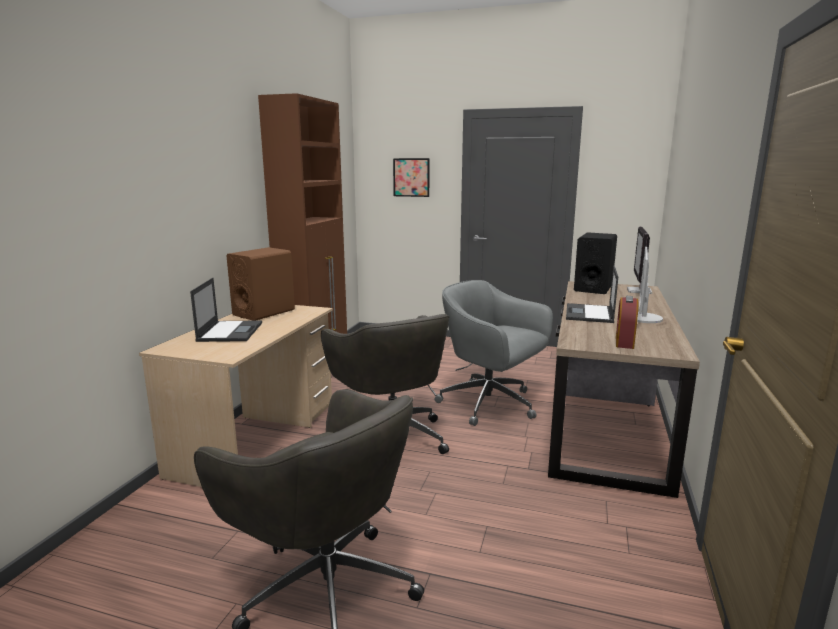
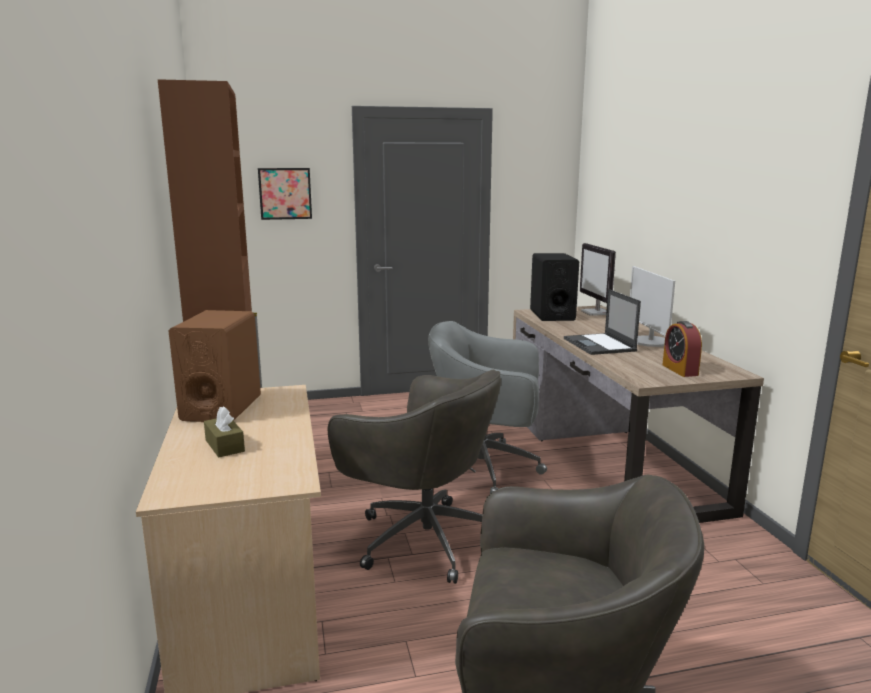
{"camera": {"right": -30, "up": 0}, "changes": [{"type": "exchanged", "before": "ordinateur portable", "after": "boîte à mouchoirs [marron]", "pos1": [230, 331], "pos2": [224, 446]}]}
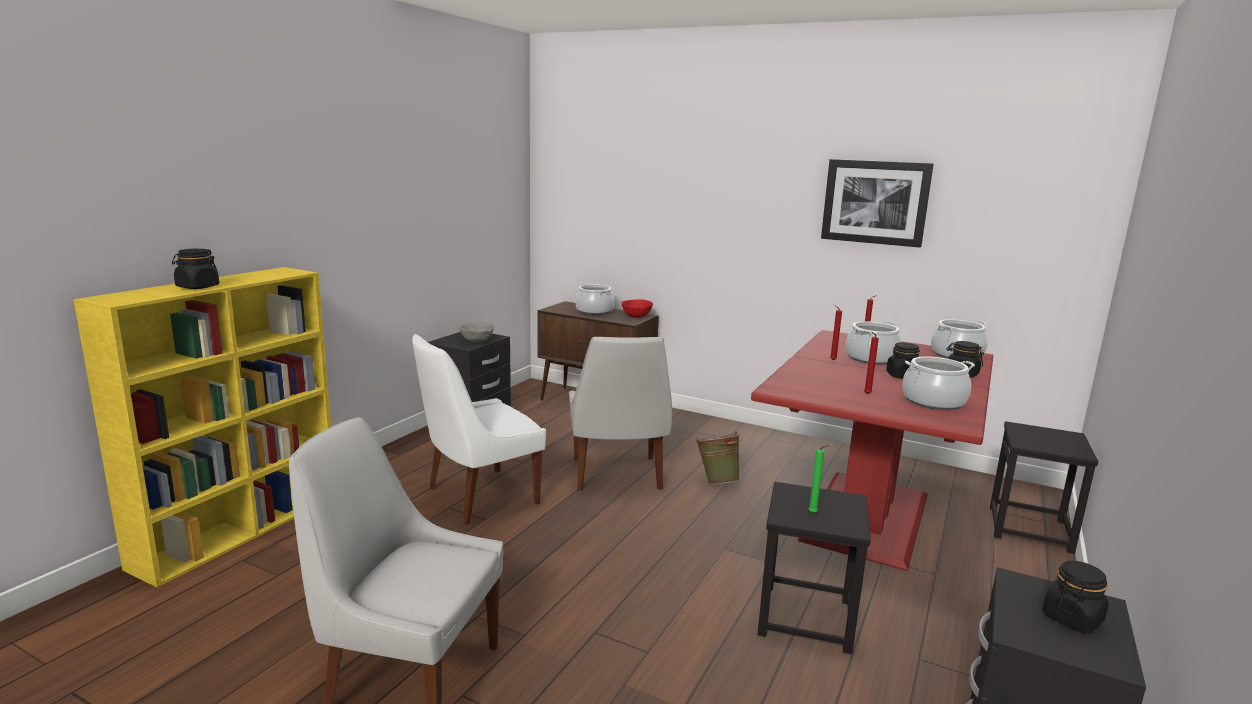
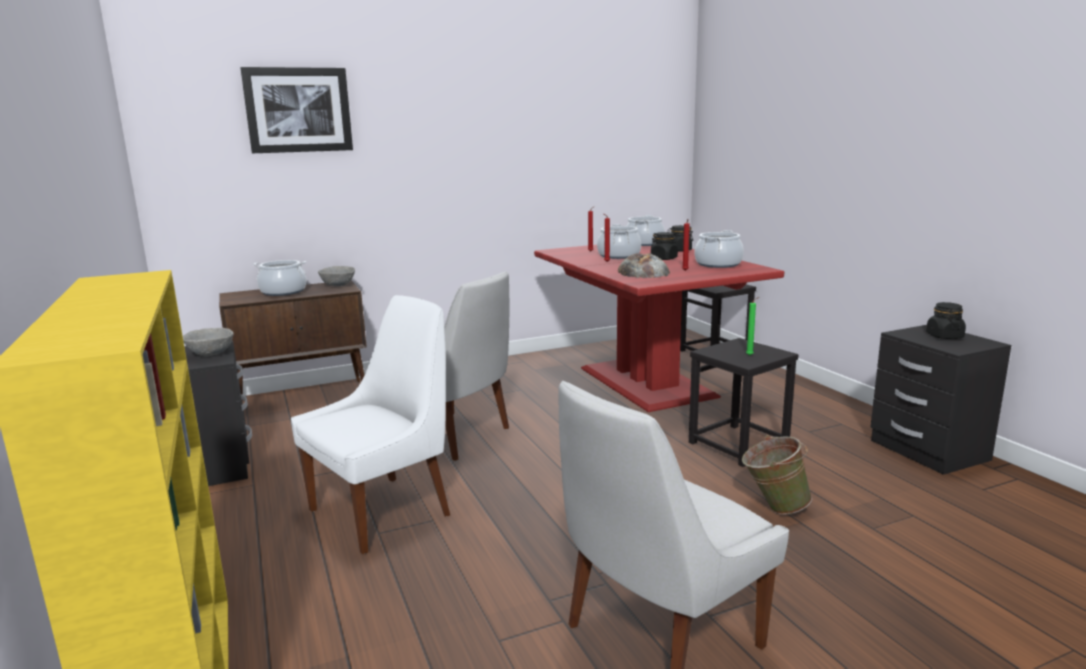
{"camera": {"right": -50, "up": 0}, "changes": [{"type": "relocated", "before": "tableau", "pos1": [875, 202], "pos2": [298, 110]}, {"type": "missing", "before": "bocal [noir]", "pos1": [197, 287]}, {"type": "colour", "before": "bol [rouge]", "after": "bol [gris]", "pos1": [636, 317], "pos2": [338, 285]}, {"type": "spun", "before": "chaise [blanc]", "pos1": [478, 497], "pos2": [385, 511], "turn": -135}, {"type": "relocated", "before": "seau [vert]", "pos1": [717, 481], "pos2": [773, 507]}, {"type": "appeared", "after": "pain", "pos2": [643, 272]}]}
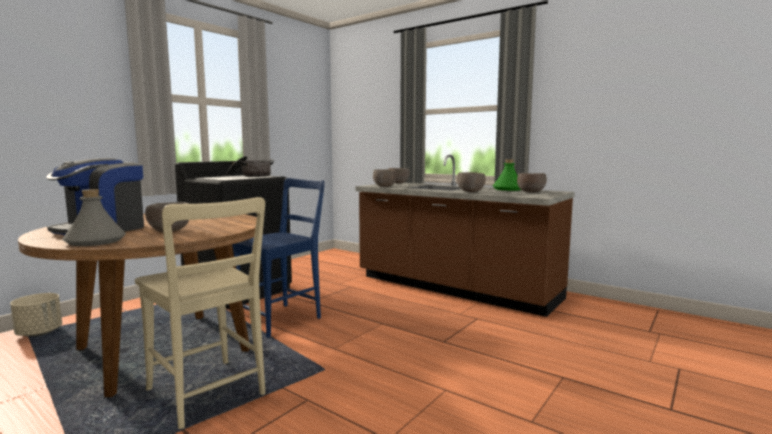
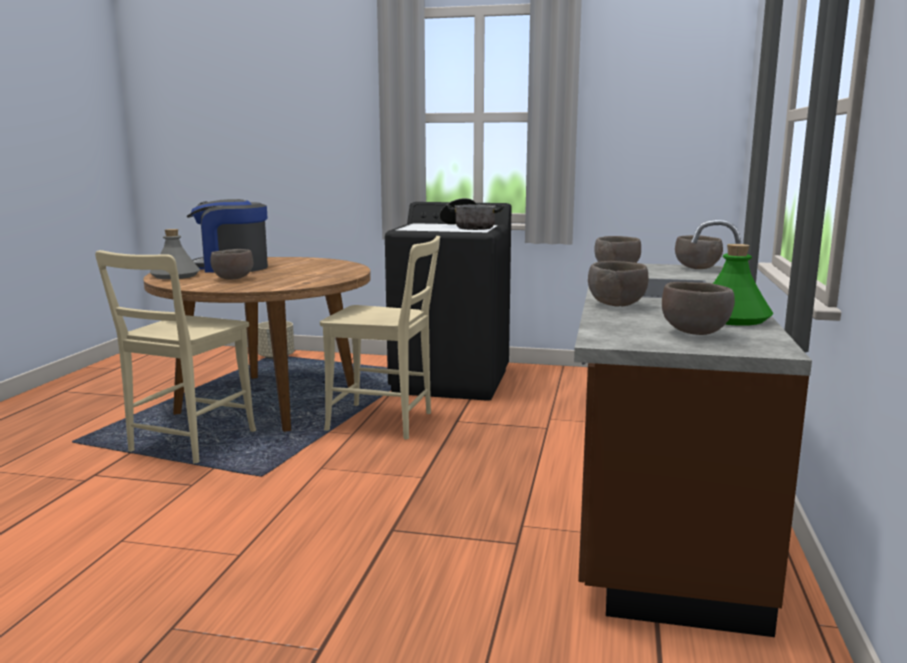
{"camera": {"right": 65, "up": 5}, "changes": [{"type": "colour", "before": "chaise [bleu]", "after": "chaise [beige]", "pos1": [282, 318], "pos2": [385, 422]}]}
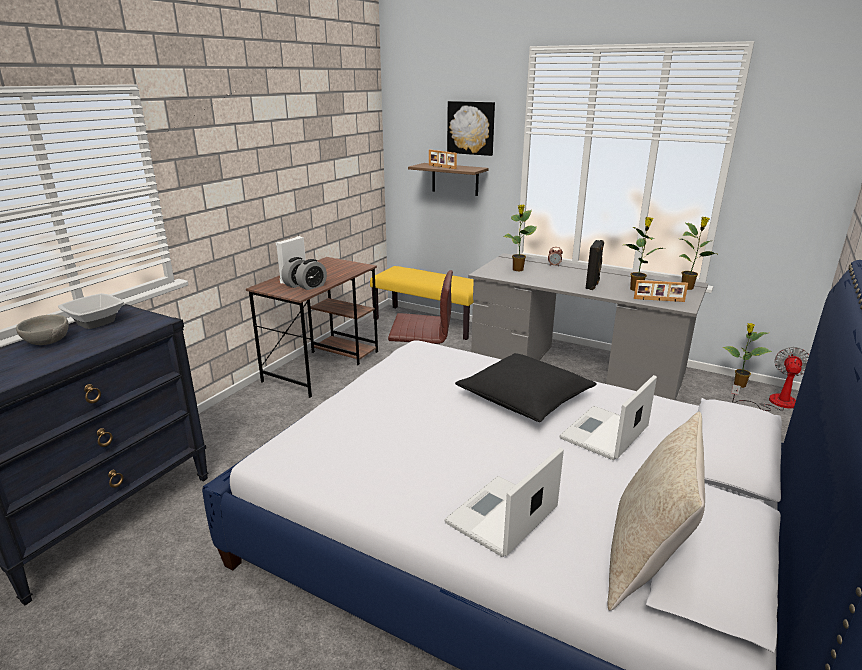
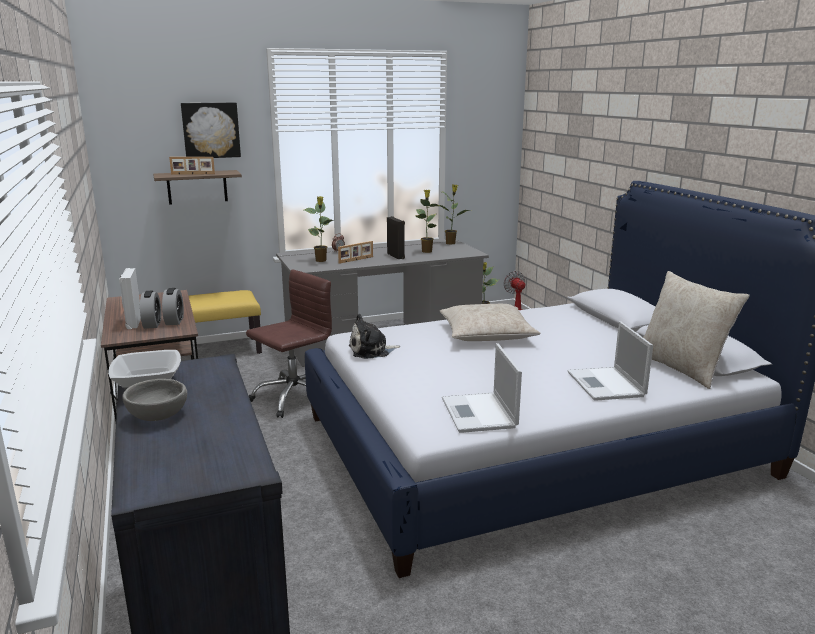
{"camera": {"right": -50, "up": -5}, "changes": [{"type": "relocated", "before": "cadre photo", "pos1": [659, 300], "pos2": [356, 260]}, {"type": "colour", "before": "coussin [noir]", "after": "coussin [beige]", "pos1": [524, 397], "pos2": [486, 334]}, {"type": "relocated", "before": "ordinateur portable", "pos1": [603, 434], "pos2": [479, 414]}, {"type": "appeared", "after": "peluche", "pos2": [371, 351]}]}
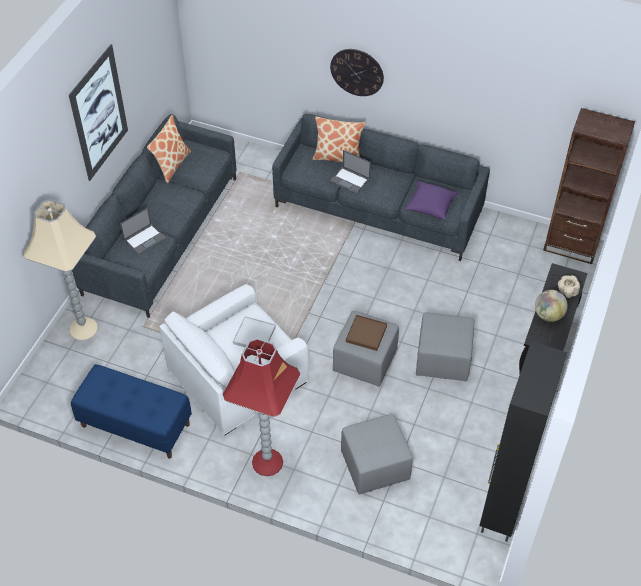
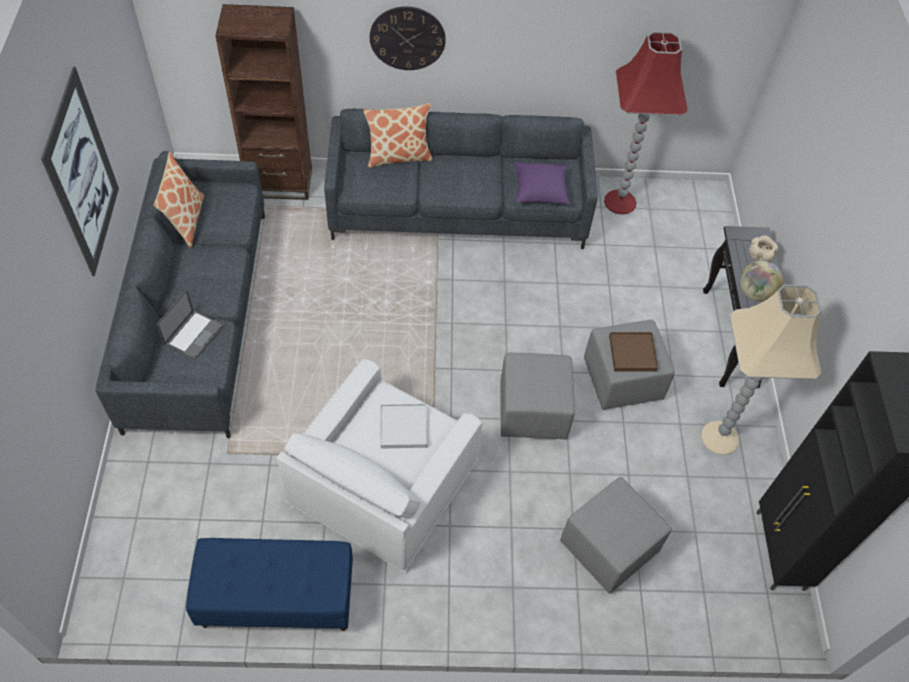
{"camera": {"right": -25, "up": 5}, "changes": [{"type": "relocated", "before": "bibliothèque [marron]", "pos1": [571, 245], "pos2": [280, 183]}, {"type": "missing", "before": "ordinateur portable", "pos1": [350, 180]}, {"type": "relocated", "before": "lampadaire [beige]", "pos1": [83, 328], "pos2": [719, 437]}, {"type": "relocated", "before": "plateau [marron]", "pos1": [366, 334], "pos2": [632, 353]}, {"type": "relocated", "before": "lampadaire [rouge]", "pos1": [268, 462], "pos2": [620, 201]}]}
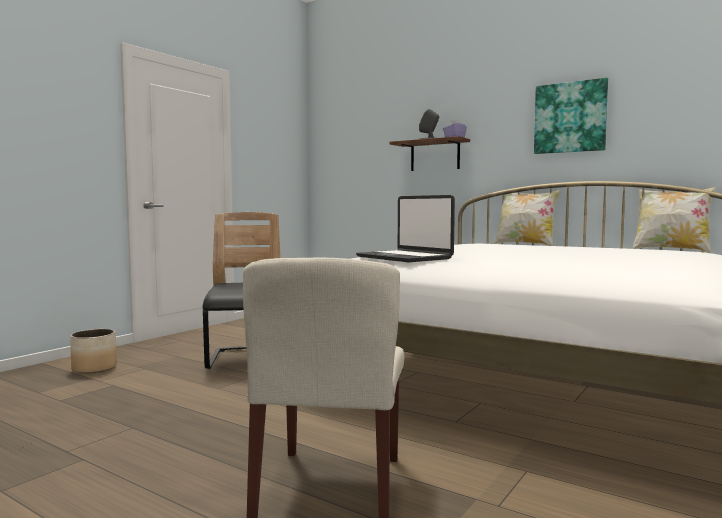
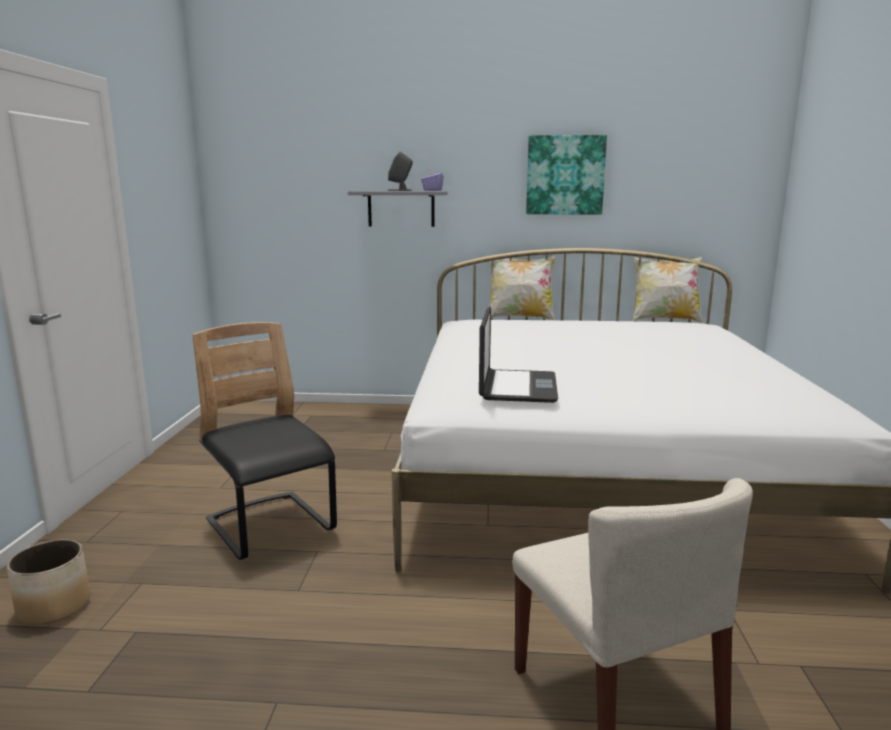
{"camera": {"right": -30, "up": 10}, "changes": [{"type": "colour", "before": "étagère [marron]", "after": "étagère [gris]", "pos1": [435, 155], "pos2": [401, 208]}, {"type": "spun", "before": "ordinateur portable", "pos1": [404, 258], "pos2": [517, 387], "turn": -105}]}
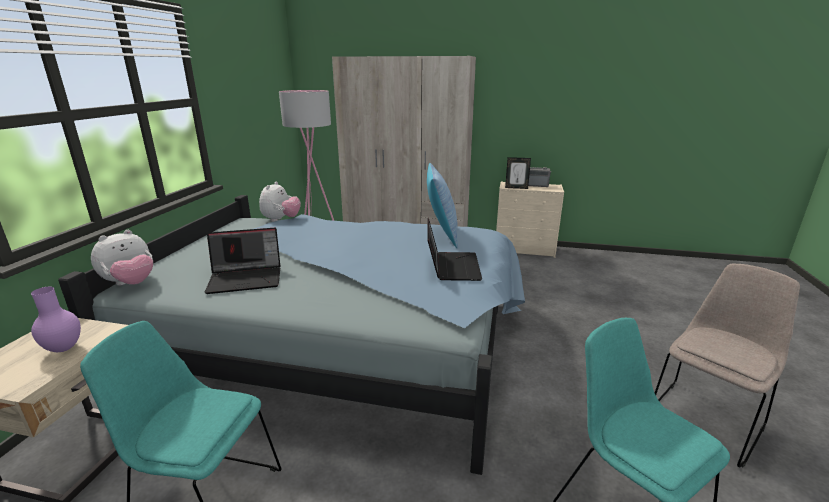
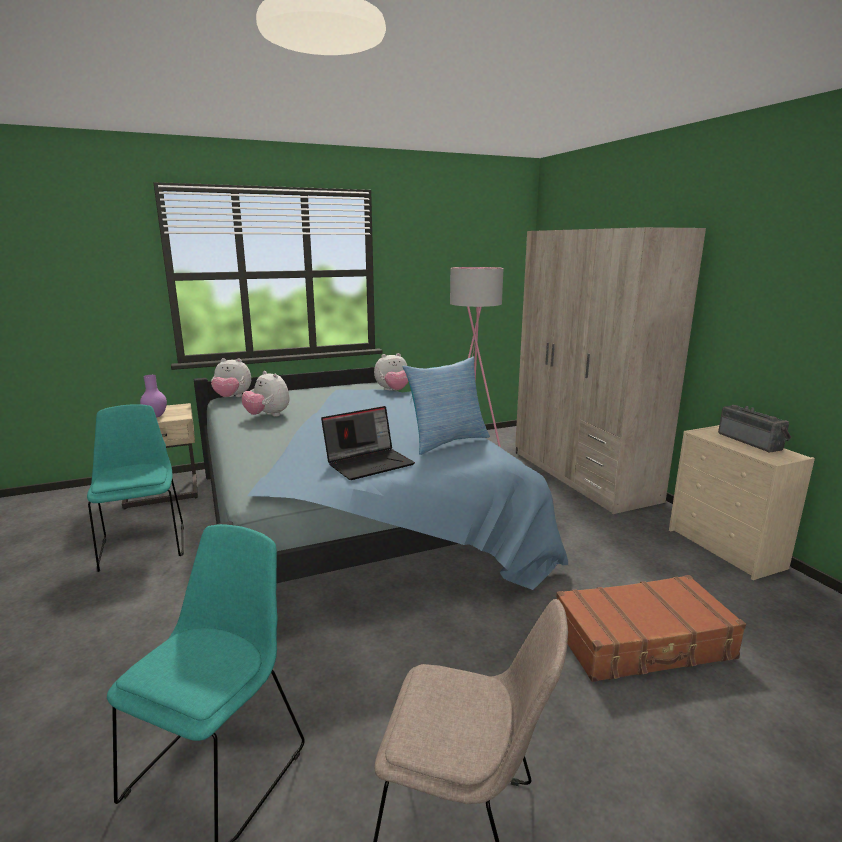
{"camera": {"right": 55, "up": -5}, "changes": [{"type": "missing", "before": "cadre photo", "pos1": [516, 188]}, {"type": "exchanged", "before": "ordinateur portable", "after": "peluche", "pos1": [246, 278], "pos2": [268, 416]}, {"type": "appeared", "after": "valise [marron]", "pos2": [643, 642]}]}
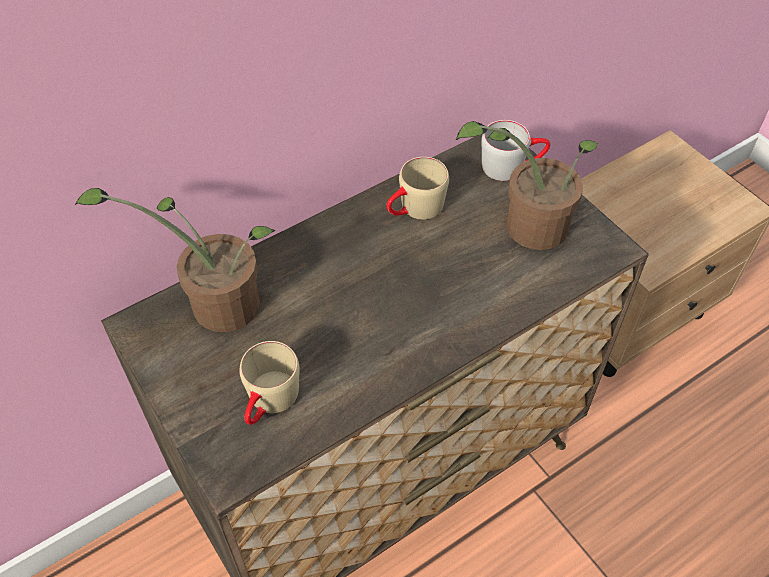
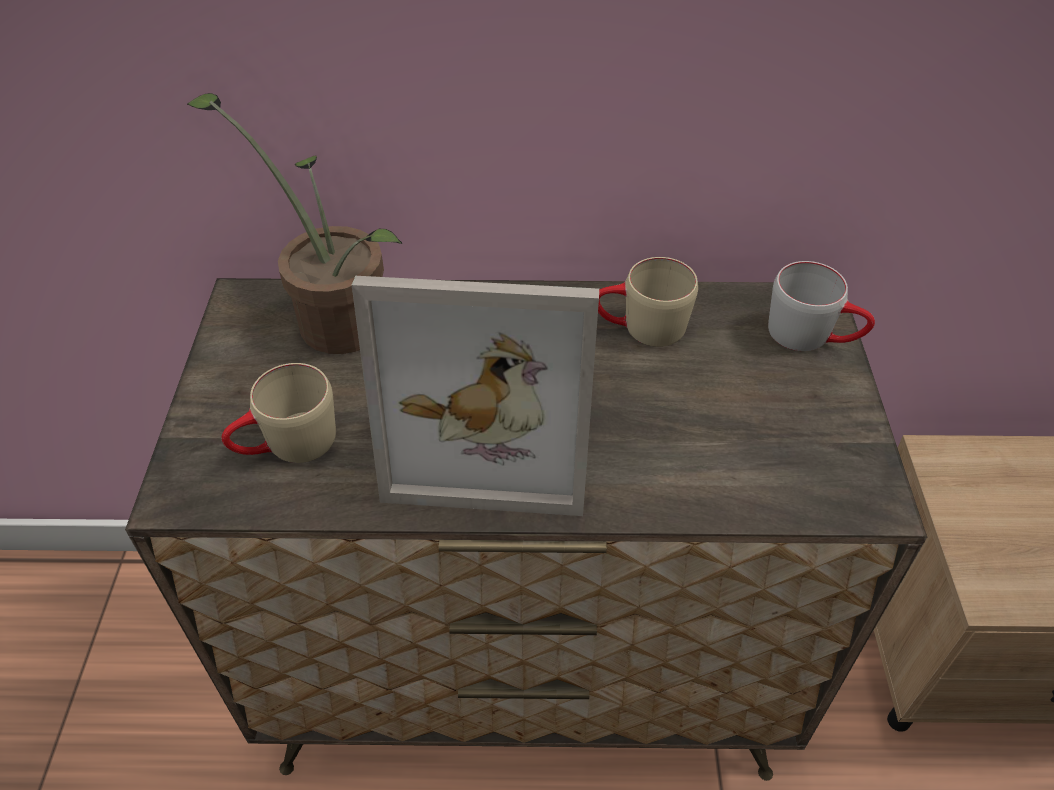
{"camera": {"right": 35, "up": -5}, "changes": [{"type": "missing", "before": "plante en pot", "pos1": [526, 226]}, {"type": "appeared", "after": "cadre photo", "pos2": [491, 433]}]}
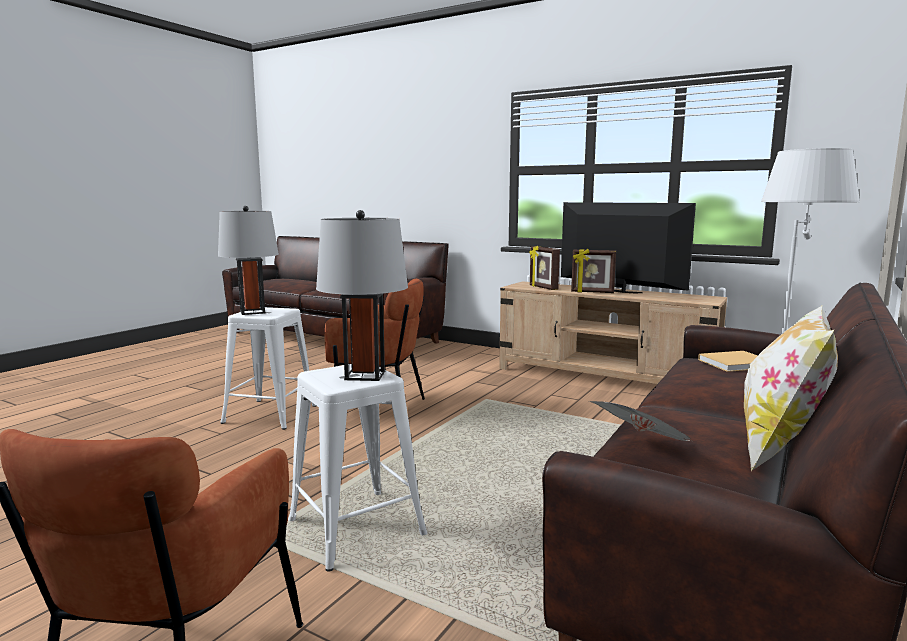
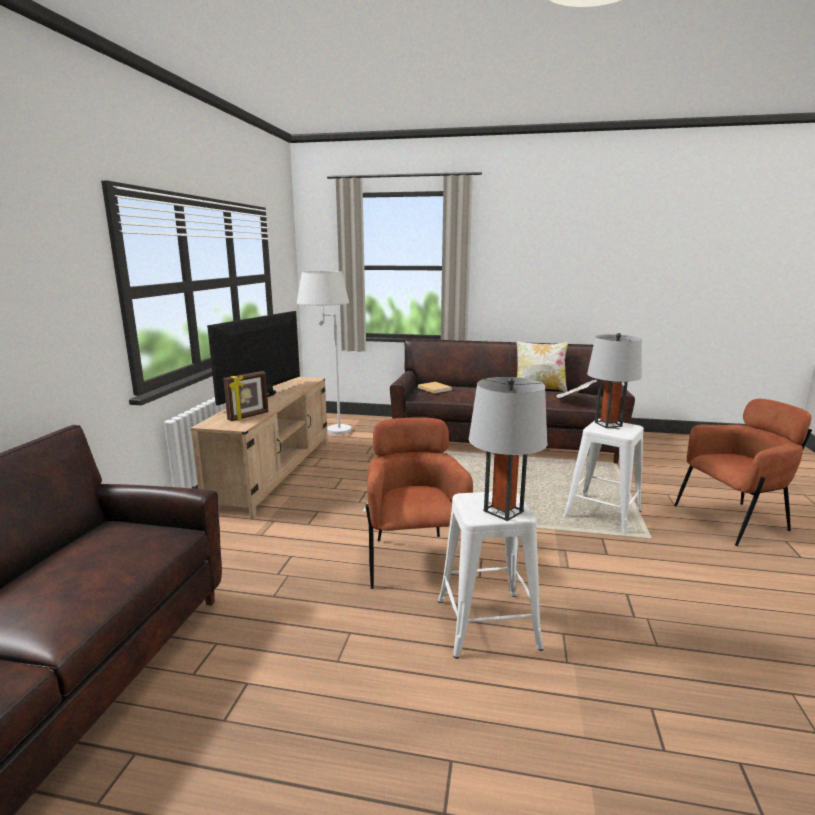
{"camera": {"right": -110, "up": 5}, "changes": [{"type": "missing", "before": "cadre photo", "pos1": [592, 292]}]}
